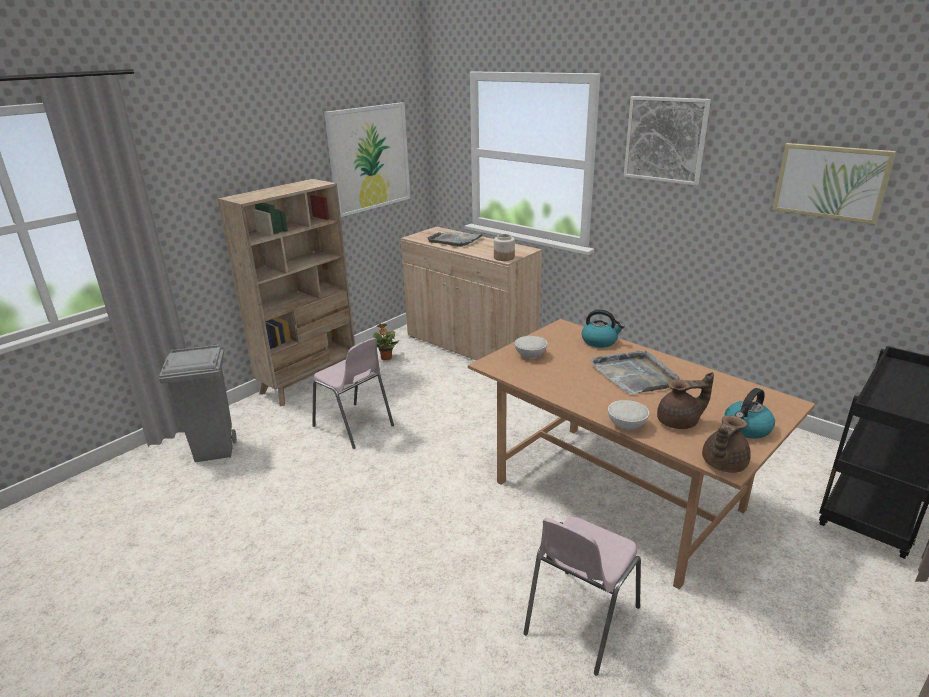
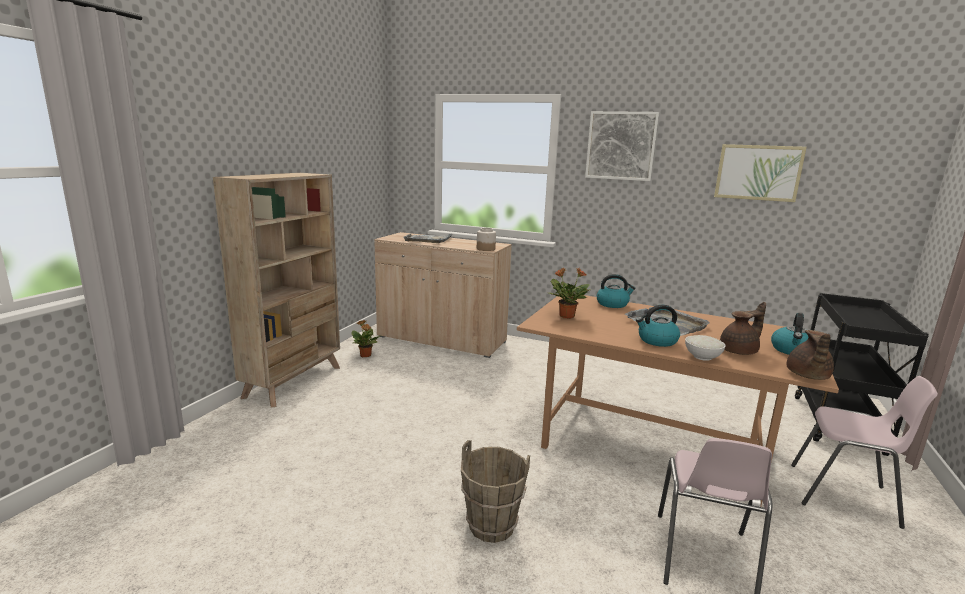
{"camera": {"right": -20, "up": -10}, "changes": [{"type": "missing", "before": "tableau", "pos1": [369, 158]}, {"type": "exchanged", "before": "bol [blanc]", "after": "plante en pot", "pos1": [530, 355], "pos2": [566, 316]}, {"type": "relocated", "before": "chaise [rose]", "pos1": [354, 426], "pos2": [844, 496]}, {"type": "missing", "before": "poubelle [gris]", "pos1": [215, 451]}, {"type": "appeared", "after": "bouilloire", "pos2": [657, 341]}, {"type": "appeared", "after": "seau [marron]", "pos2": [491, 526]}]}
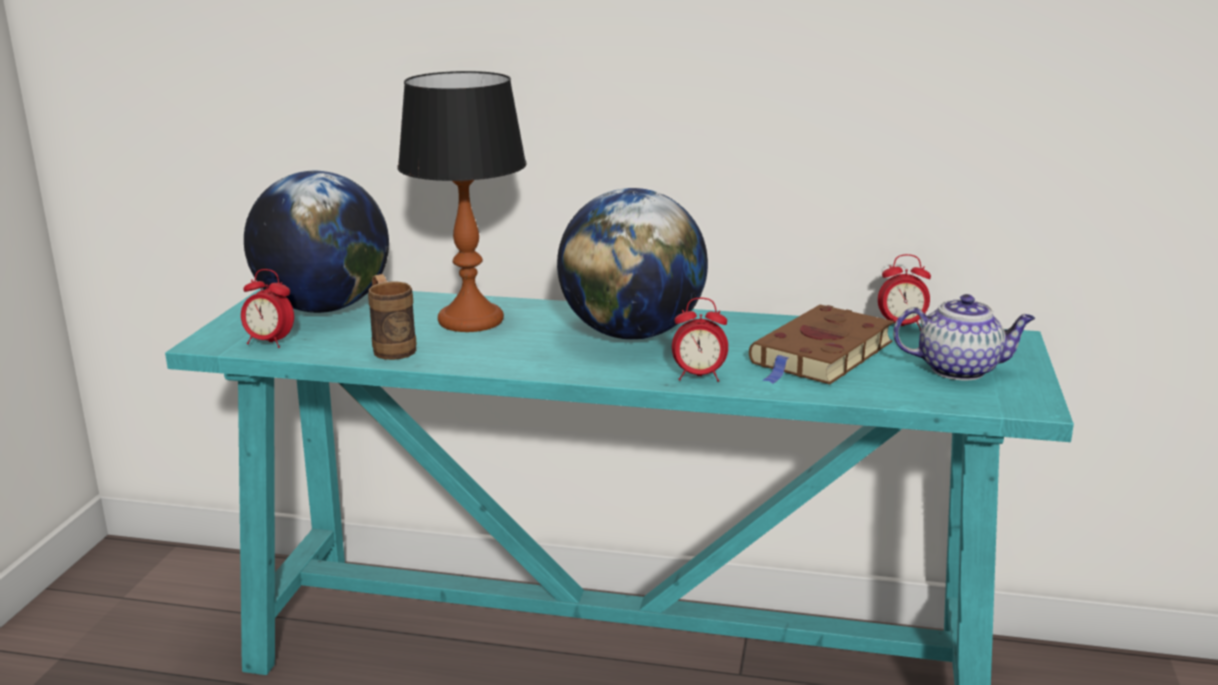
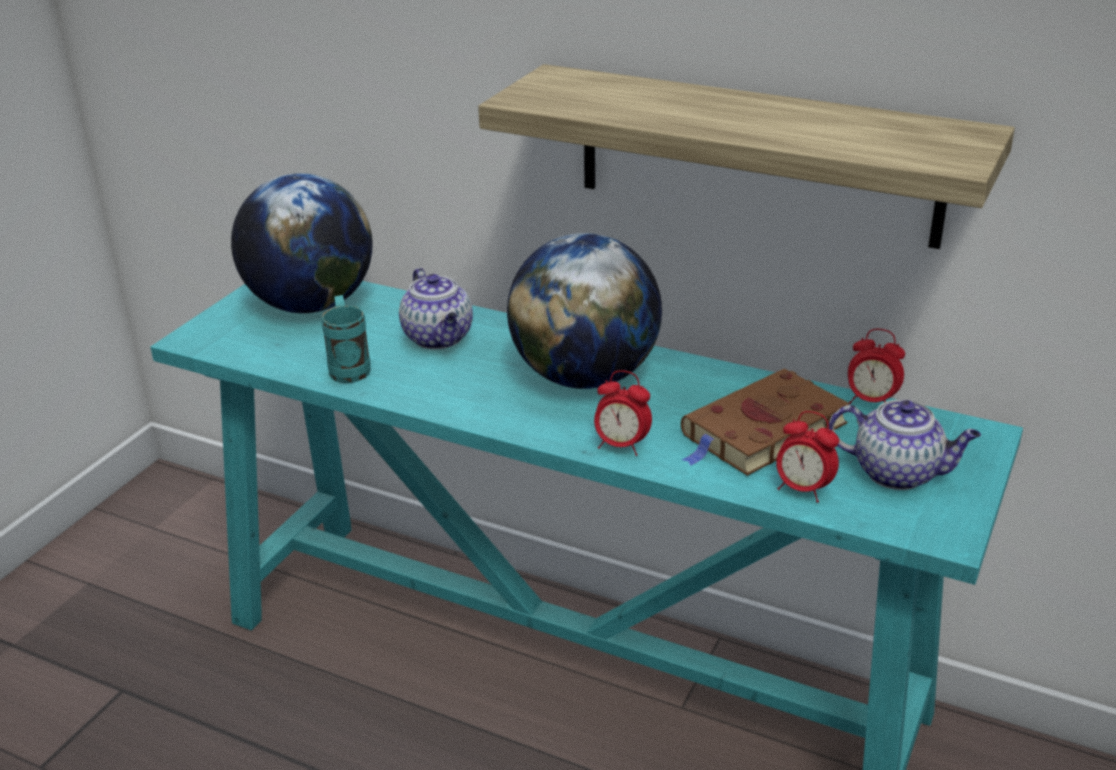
{"camera": {"right": 15, "up": 10}, "changes": [{"type": "exchanged", "before": "lampe de table", "after": "théière", "pos1": [472, 320], "pos2": [439, 338]}, {"type": "relocated", "before": "réveil", "pos1": [270, 343], "pos2": [803, 489]}, {"type": "colour", "before": "mug [marron]", "after": "mug [turquoise]", "pos1": [391, 347], "pos2": [349, 366]}, {"type": "appeared", "after": "étagère", "pos2": [757, 155]}]}
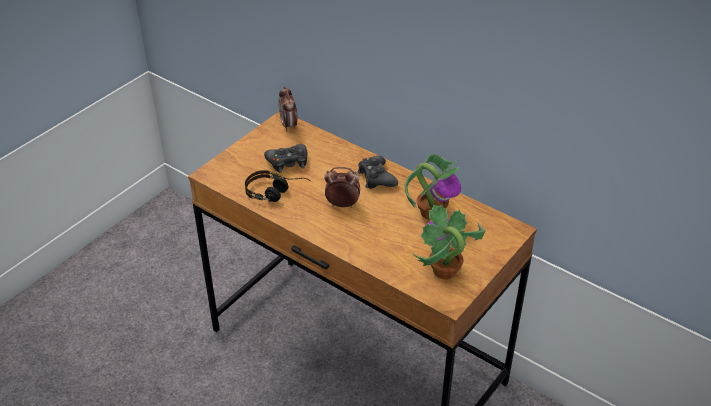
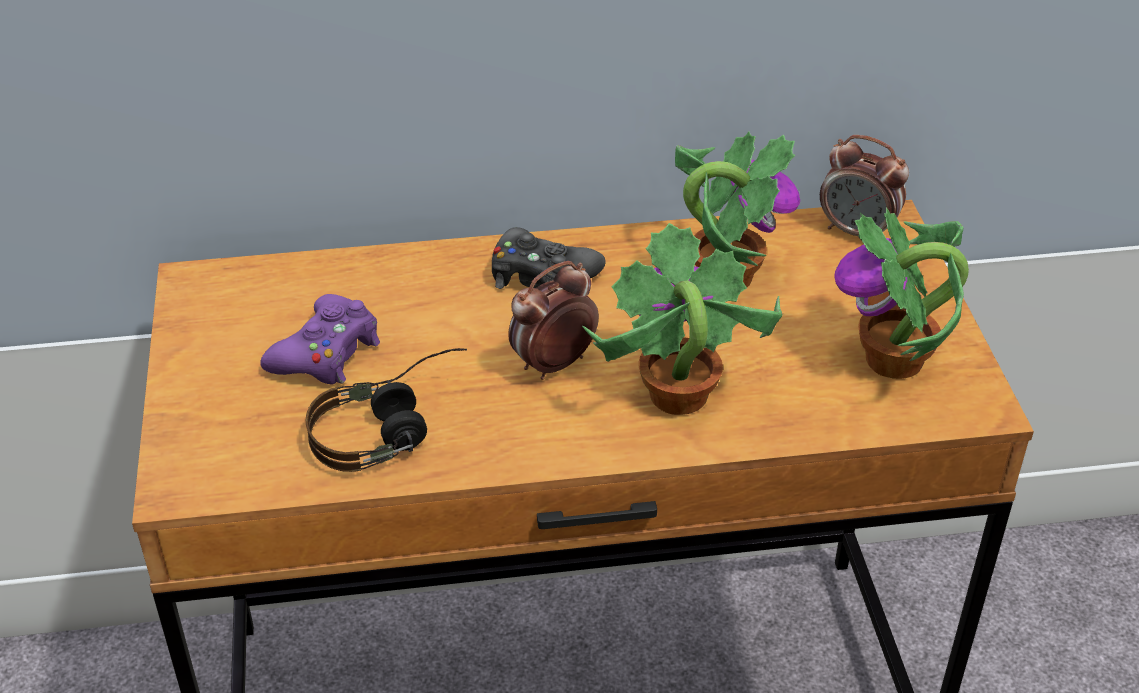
{"camera": {"right": -45, "up": 0}, "changes": [{"type": "relocated", "before": "réveil", "pos1": [289, 125], "pos2": [857, 232]}, {"type": "colour", "before": "manette [noir]", "after": "manette [violet]", "pos1": [288, 162], "pos2": [326, 353]}, {"type": "appeared", "after": "plante en pot", "pos2": [676, 396]}]}
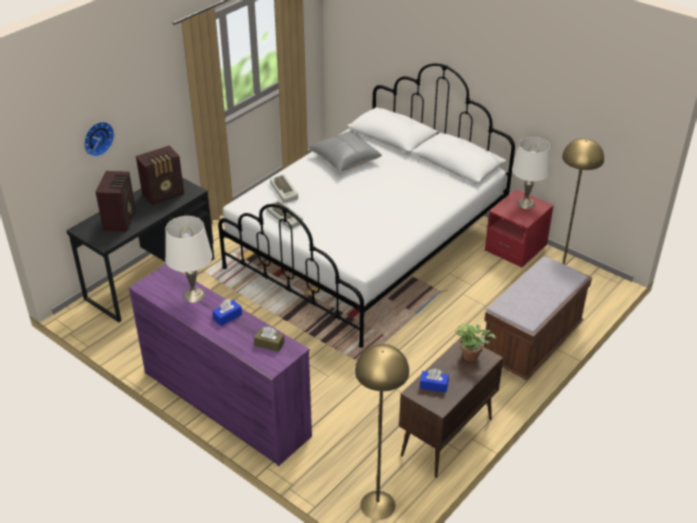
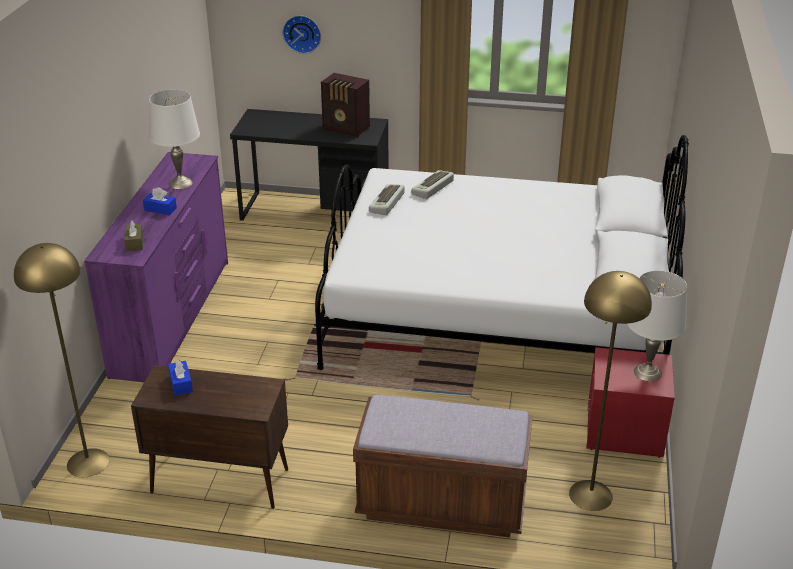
{"camera": {"right": 60, "up": -5}, "changes": [{"type": "missing", "before": "coussin [gris]", "pos1": [345, 159]}, {"type": "missing", "before": "radio", "pos1": [121, 220]}, {"type": "missing", "before": "plante en pot", "pos1": [472, 356]}]}
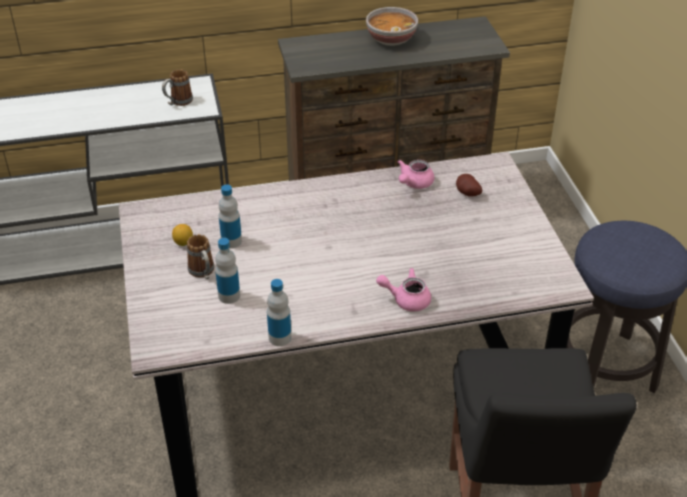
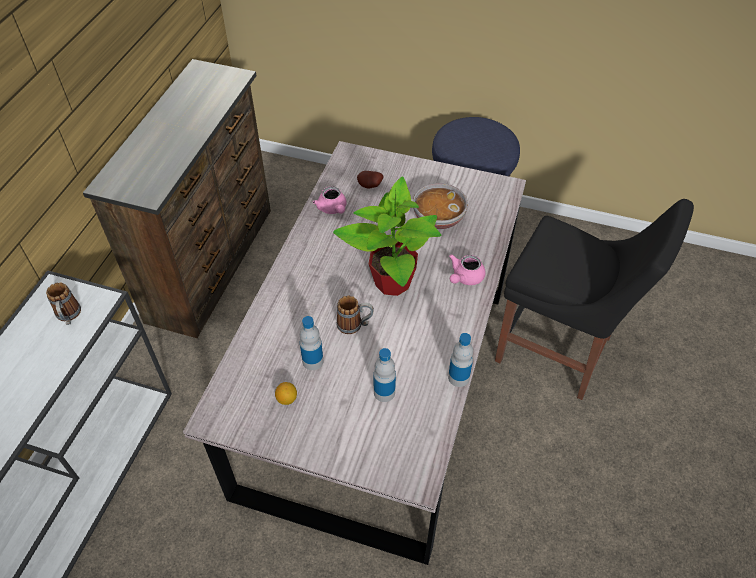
{"camera": {"right": -60, "up": 10}, "changes": [{"type": "relocated", "before": "bol", "pos1": [391, 39], "pos2": [438, 218]}, {"type": "relocated", "before": "mug", "pos1": [203, 273], "pos2": [355, 325]}, {"type": "appeared", "after": "plante en pot", "pos2": [392, 281]}]}
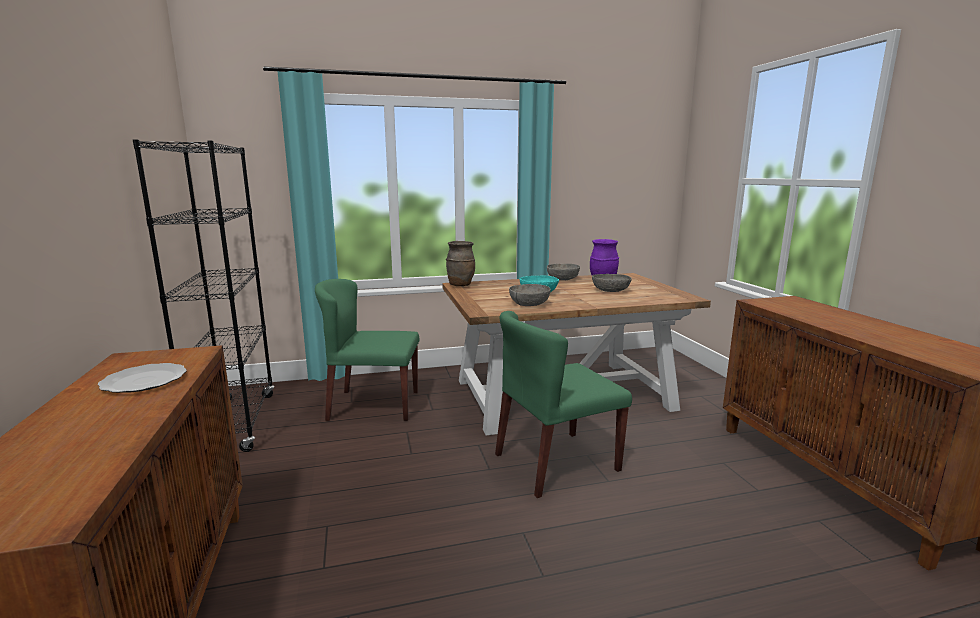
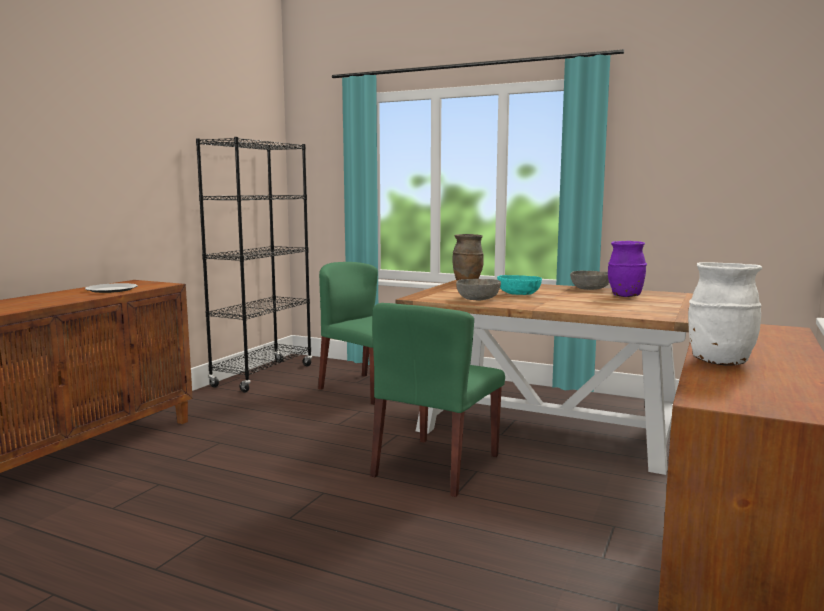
{"camera": {"right": 40, "up": -5}, "changes": [{"type": "missing", "before": "bol [gris]", "pos1": [611, 291]}, {"type": "spun", "before": "chaise [vert]", "pos1": [555, 462], "pos2": [436, 466], "turn": -75}, {"type": "appeared", "after": "vase [blanc]", "pos2": [719, 362]}]}
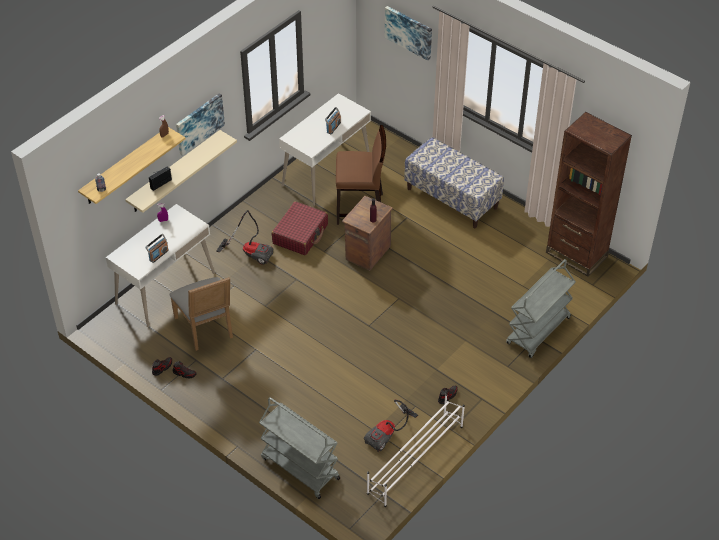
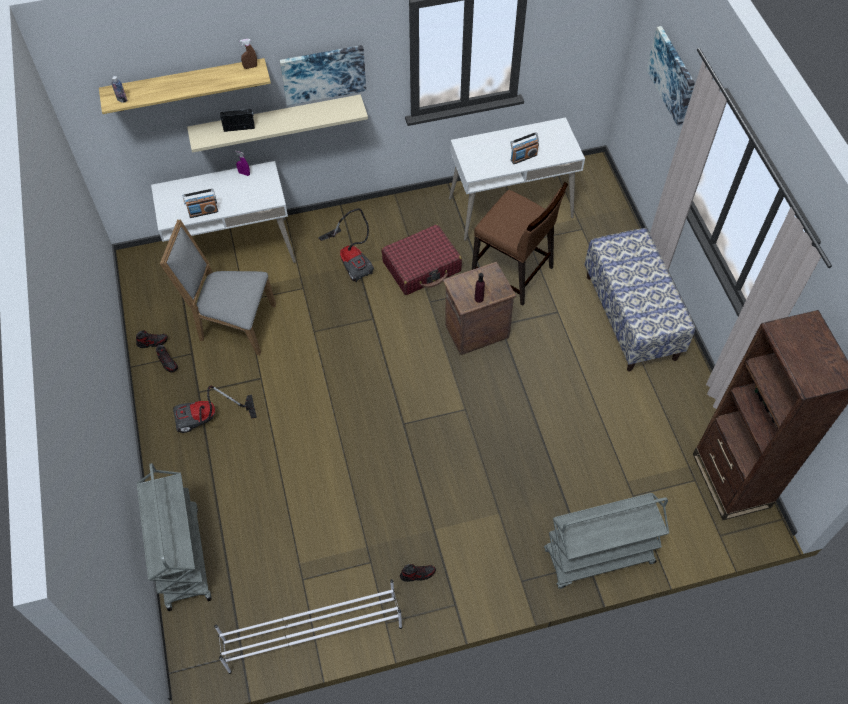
{"camera": {"right": 35, "up": 10}, "changes": [{"type": "spun", "before": "chaise [gris]", "pos1": [206, 329], "pos2": [232, 323], "turn": 90}, {"type": "relocated", "before": "aspirateur", "pos1": [388, 434], "pos2": [208, 419]}]}
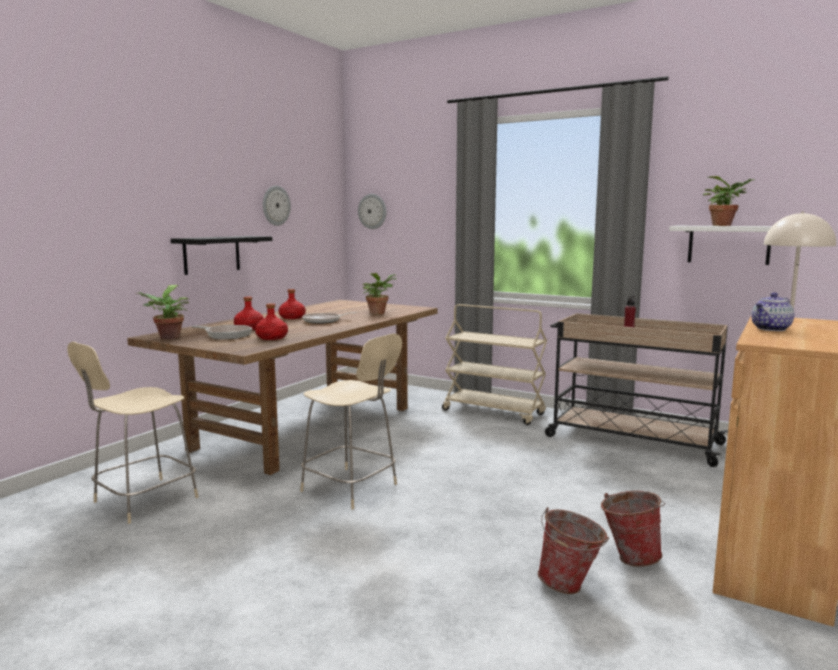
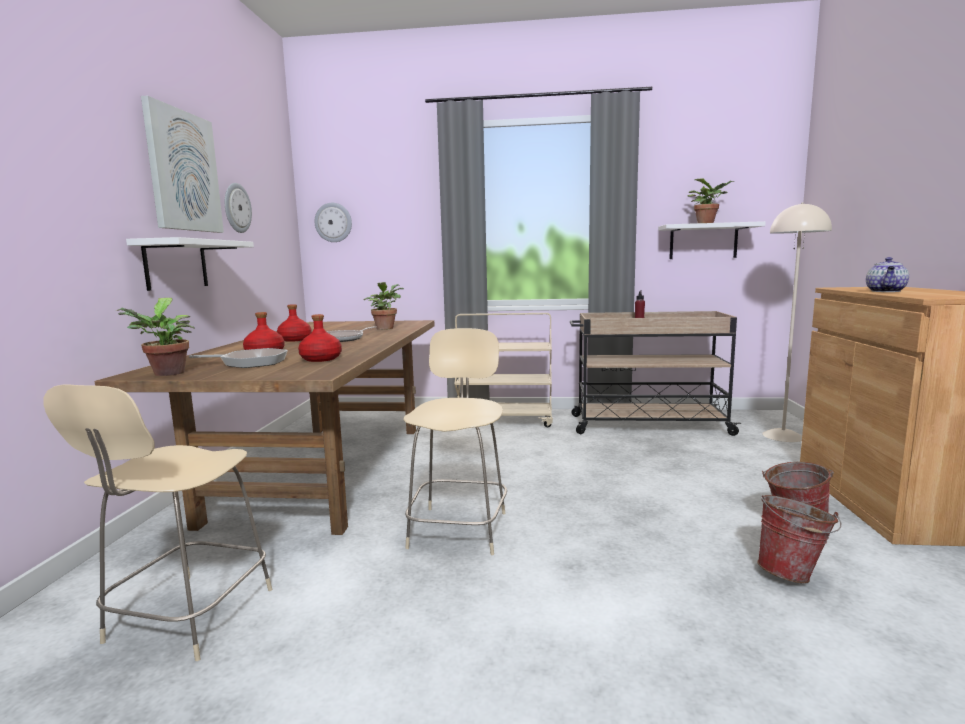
{"camera": {"right": -25, "up": 0}, "changes": [{"type": "colour", "before": "étagère [noir]", "after": "étagère [blanc]", "pos1": [212, 254], "pos2": [176, 264]}, {"type": "spun", "before": "chaise [beige]", "pos1": [352, 489], "pos2": [459, 527], "turn": -90}, {"type": "appeared", "after": "tableau", "pos2": [183, 171]}]}
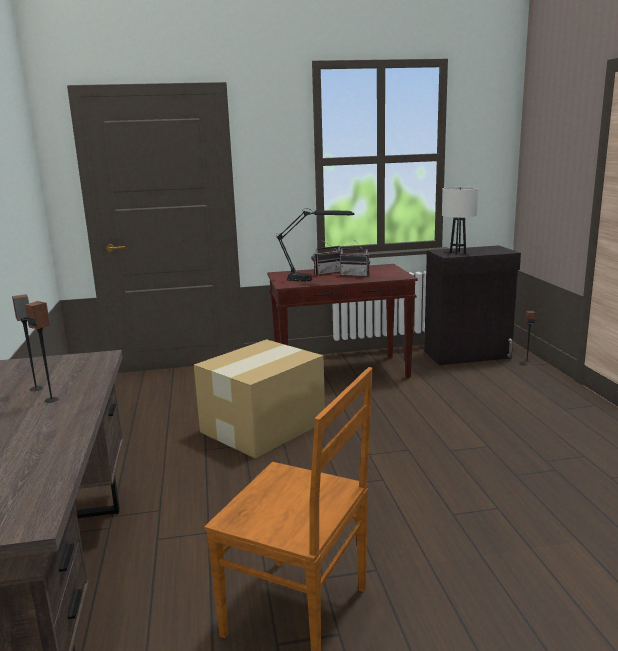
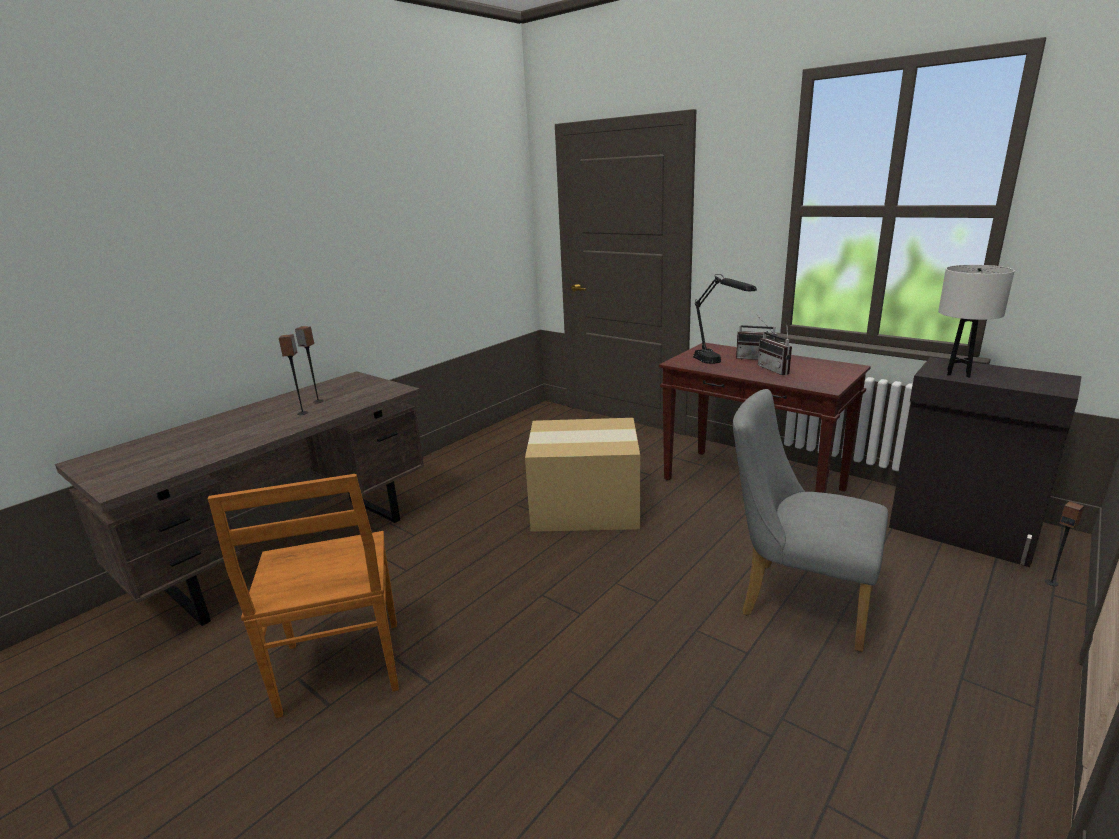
{"camera": {"right": 50, "up": 5}, "changes": [{"type": "appeared", "after": "chaise [gris]", "pos2": [796, 600]}]}
